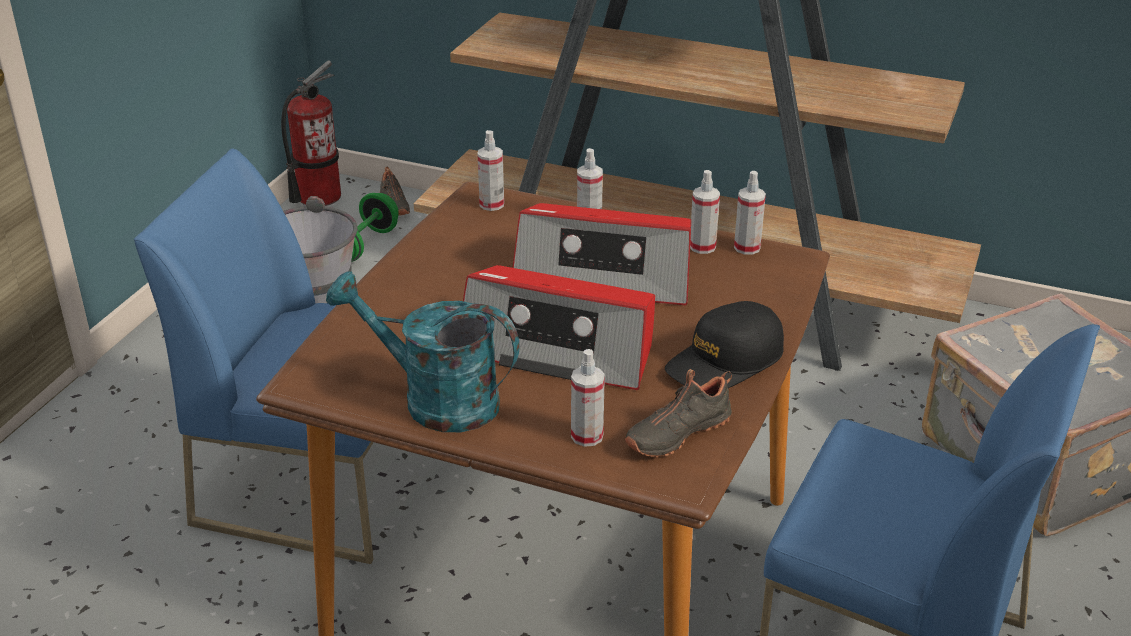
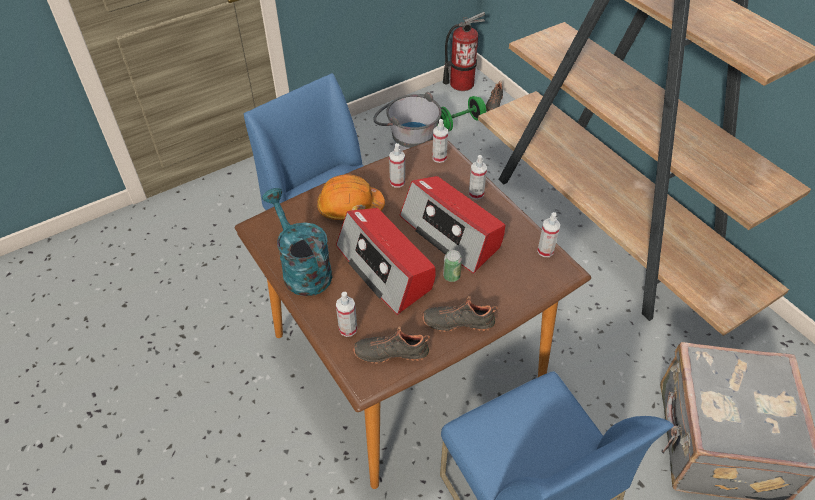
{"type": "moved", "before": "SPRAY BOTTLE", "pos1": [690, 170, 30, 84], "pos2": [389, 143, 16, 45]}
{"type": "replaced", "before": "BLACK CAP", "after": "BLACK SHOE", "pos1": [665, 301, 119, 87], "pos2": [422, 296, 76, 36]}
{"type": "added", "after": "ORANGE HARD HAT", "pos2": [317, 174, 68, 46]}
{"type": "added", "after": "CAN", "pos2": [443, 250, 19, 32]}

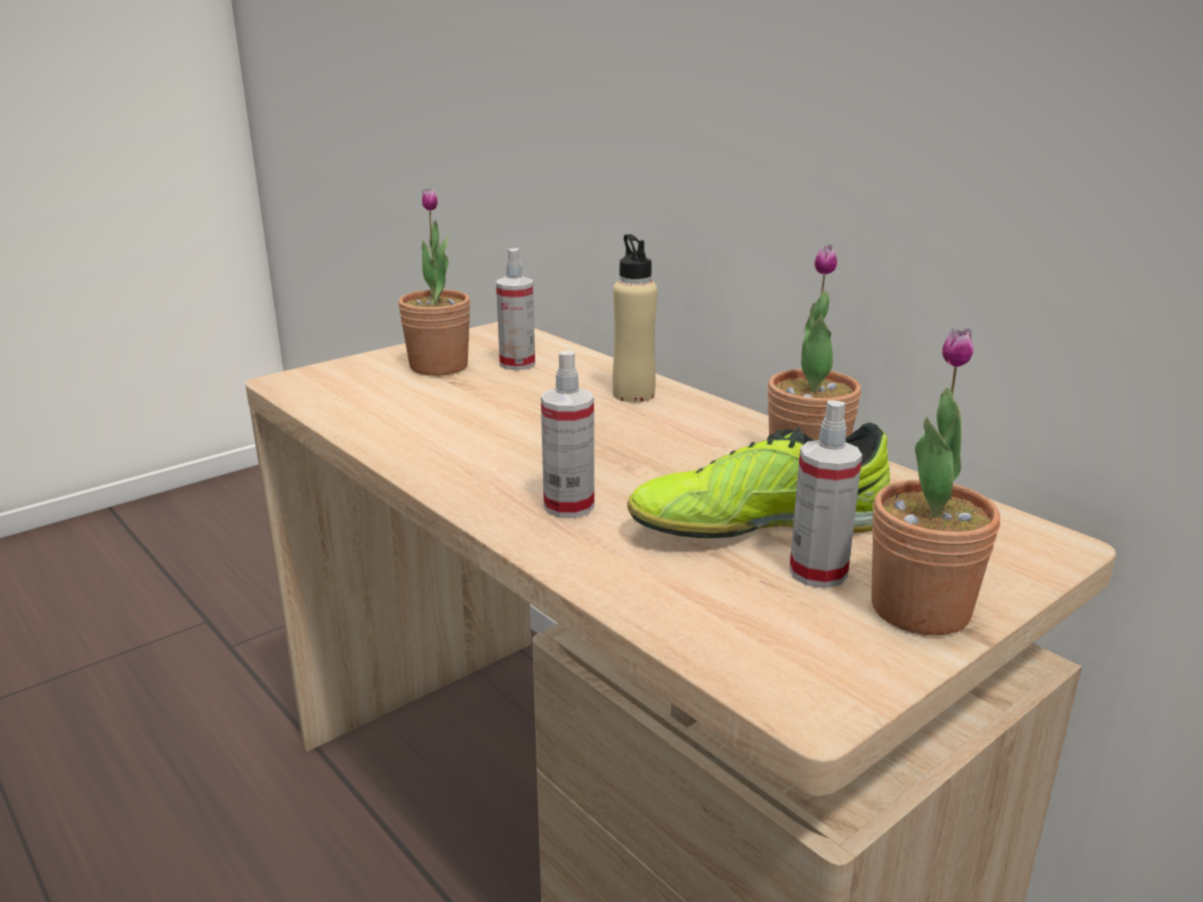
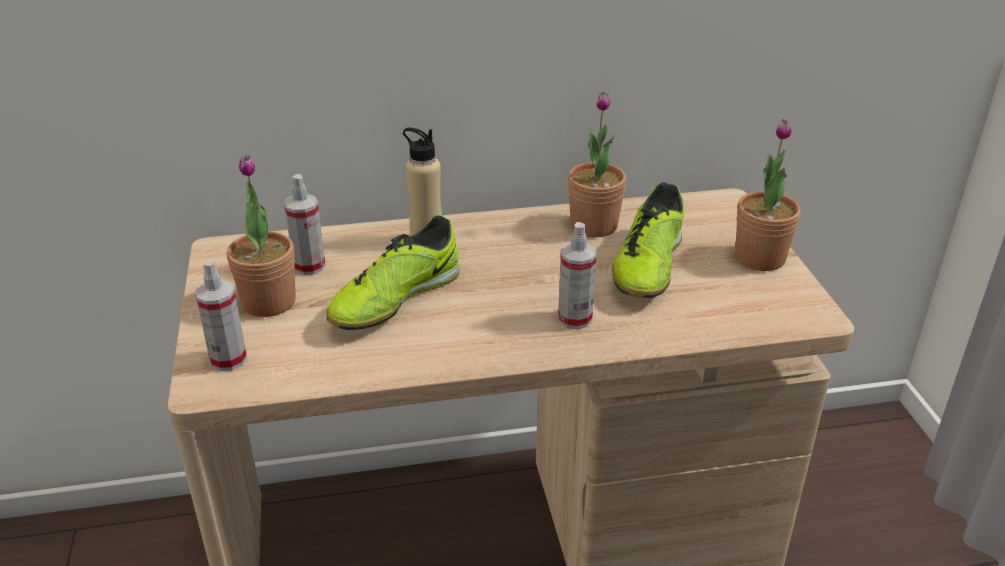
{"type": "moved", "before": "SPRAY BOTTLE", "pos1": [789, 400, 73, 188], "pos2": [195, 260, 52, 111]}
{"type": "added", "after": "SHOE", "pos2": [326, 215, 134, 115]}

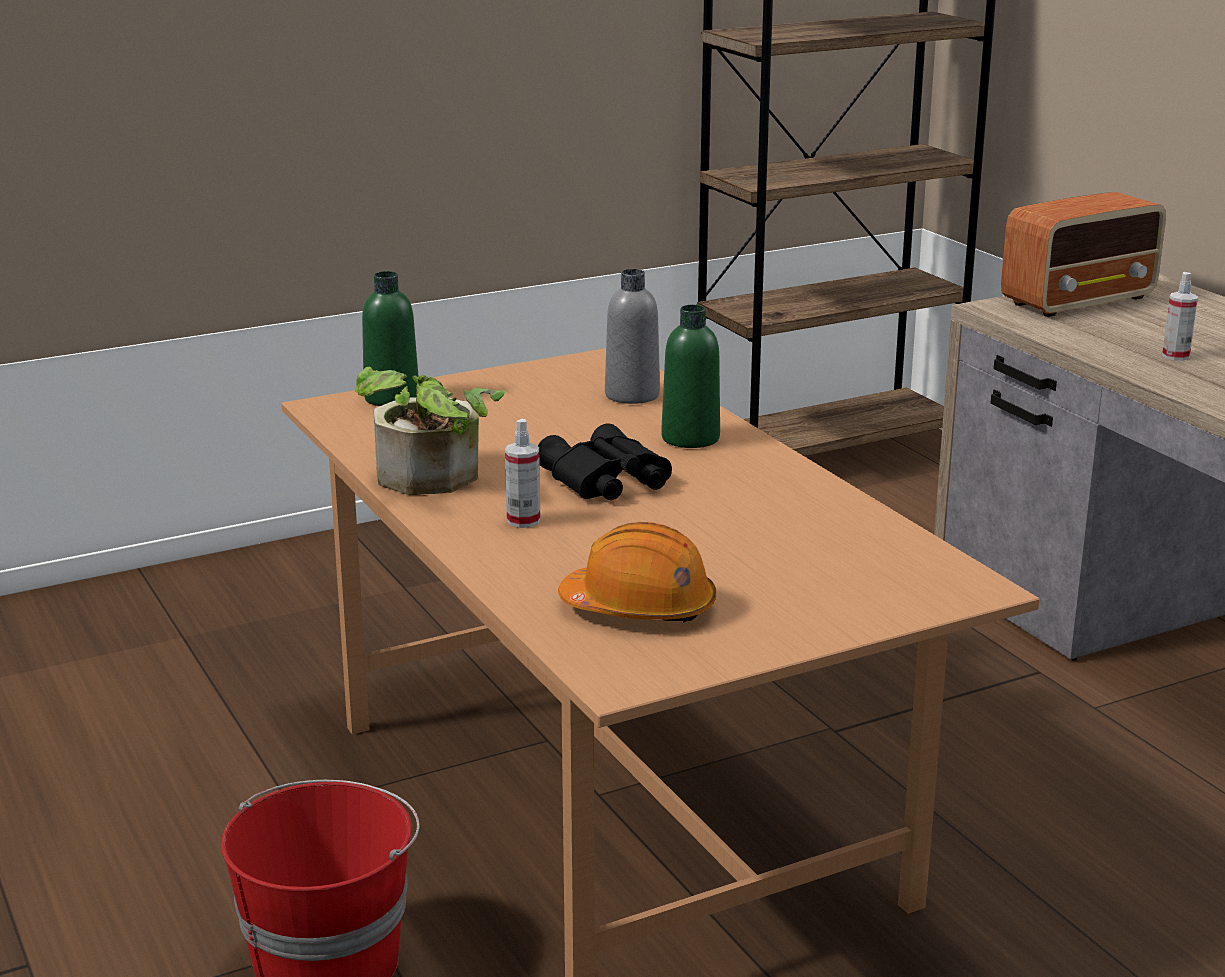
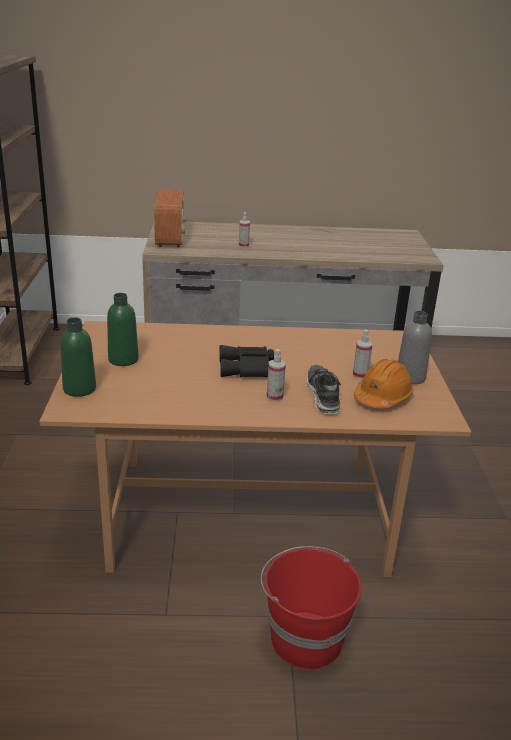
{"type": "moved", "before": "GREY BOTTLE", "pos1": [605, 269, 55, 135], "pos2": [398, 311, 34, 73]}
{"type": "moved", "before": "GREEN BOTTLE", "pos1": [661, 305, 59, 143], "pos2": [107, 293, 32, 73]}
{"type": "removed", "before": "POTTED PLANT", "pos1": [355, 366, 151, 129]}
{"type": "added", "after": "SPRAY BOTTLE", "pos2": [353, 330, 20, 49]}
{"type": "added", "after": "SHOE", "pos2": [307, 365, 34, 49]}

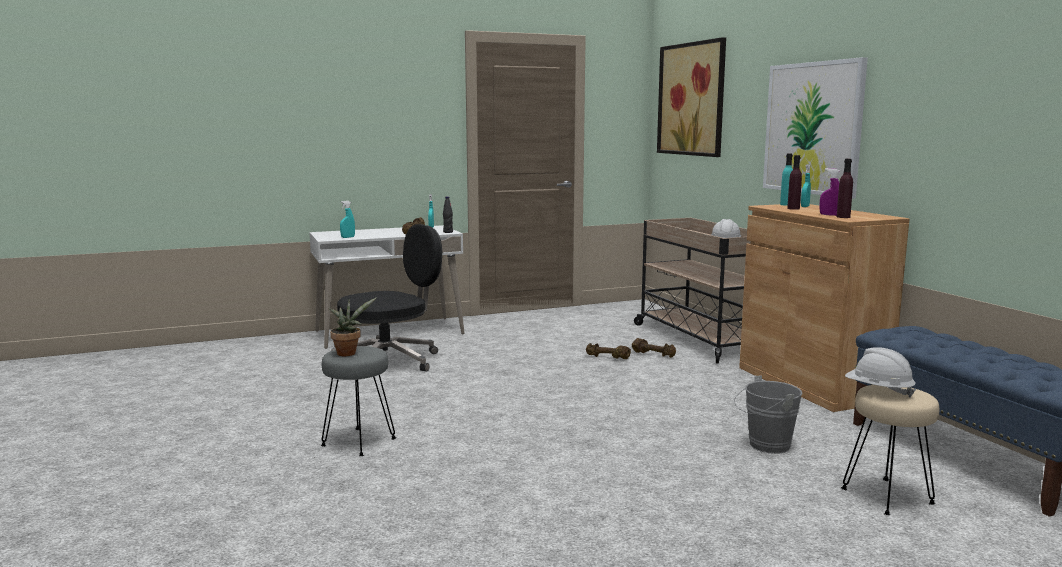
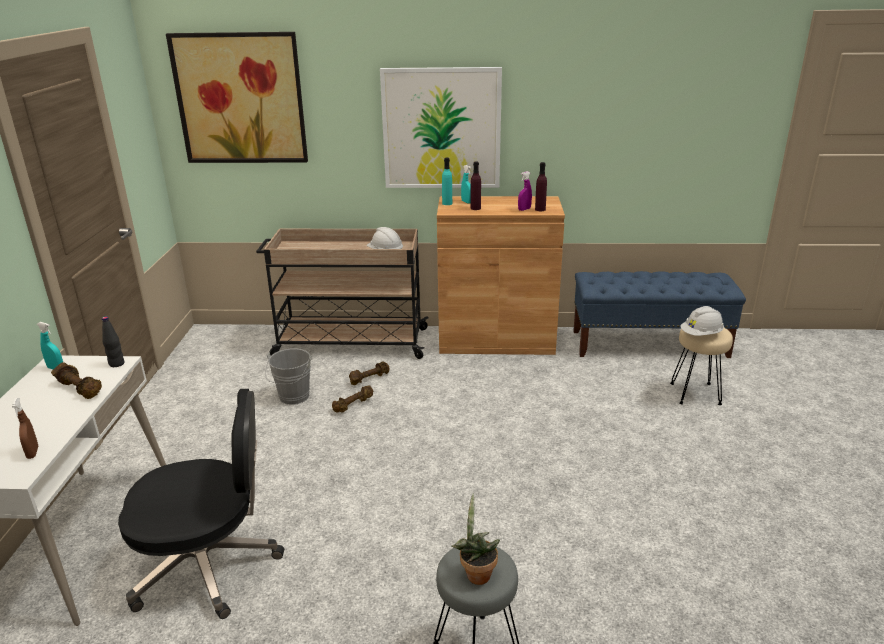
{"type": "recoloured", "before": "TURQUOISE SPRAY BOTTLE", "after": "BROWN SPRAY BOTTLE", "pos1": [340, 201, 15, 37], "pos2": [12, 398, 26, 61]}
{"type": "turned", "before": "BLACK OFFICE CHAIR", "pos1": [331, 224, 111, 148], "pos2": [118, 389, 166, 230], "turn": 90}
{"type": "moved", "before": "GREY BUCKET", "pos1": [734, 375, 69, 79], "pos2": [265, 348, 47, 57]}

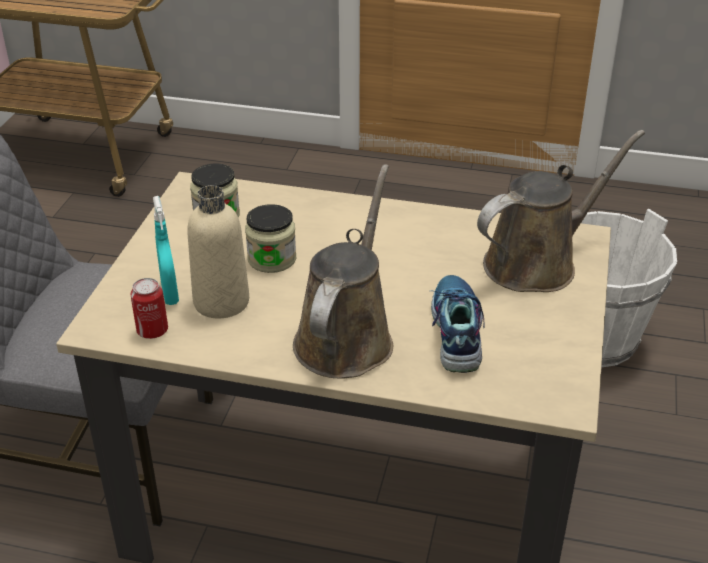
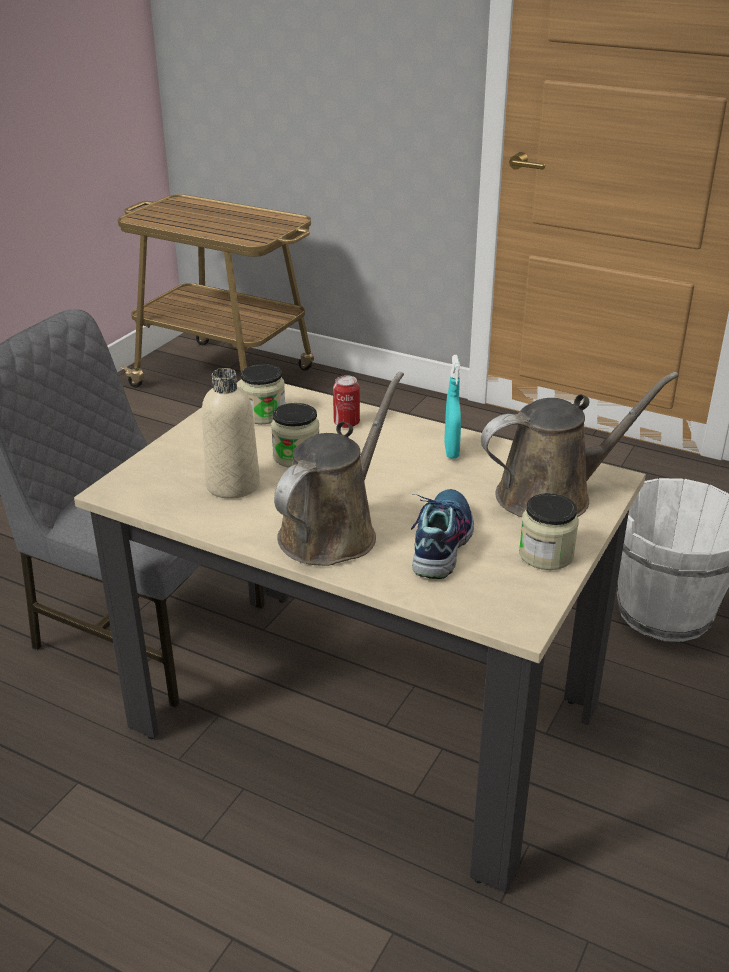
{"type": "moved", "before": "TURQUOISE SPRAY BOTTLE", "pos1": [153, 196, 26, 109], "pos2": [444, 355, 17, 104]}
{"type": "moved", "before": "CAN", "pos1": [130, 278, 38, 61], "pos2": [333, 375, 27, 53]}
{"type": "added", "after": "JAR", "pos2": [519, 493, 59, 77]}

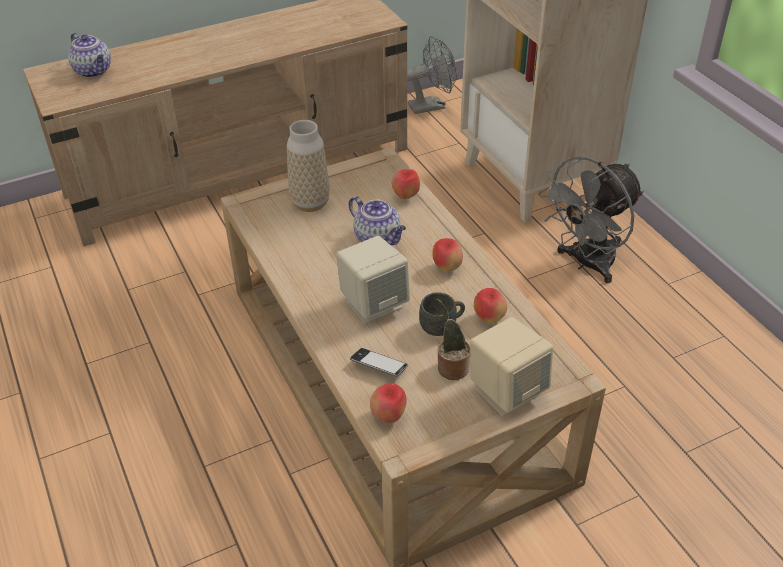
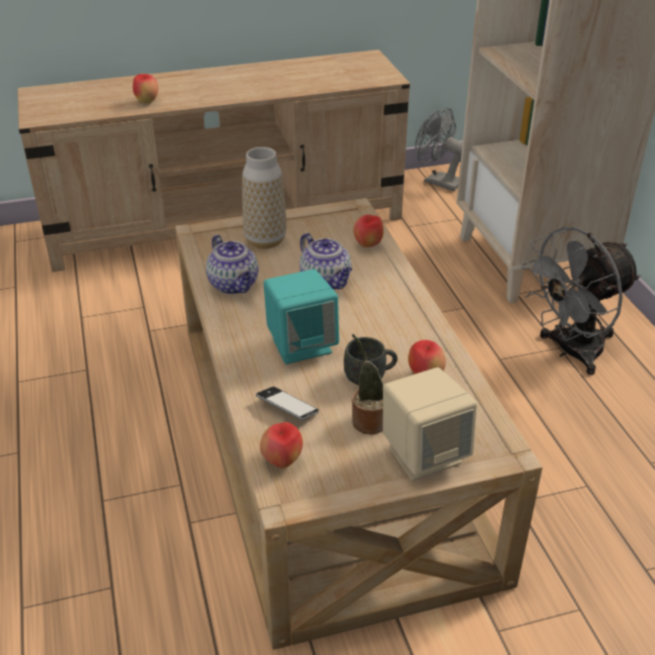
{"type": "moved", "before": "TEAPOT", "pos1": [68, 33, 43, 45], "pos2": [206, 235, 53, 59]}
{"type": "turned", "before": "GREY FAN", "pos1": [407, 36, 50, 78], "pos2": [415, 108, 47, 83], "turn": -135}
{"type": "recoloured", "before": "BEIGE SPEAKER", "after": "TURQUOISE SPEAKER", "pos1": [336, 236, 74, 88], "pos2": [264, 269, 75, 95]}
{"type": "moved", "before": "APPLE", "pos1": [432, 238, 31, 34], "pos2": [133, 74, 25, 29]}

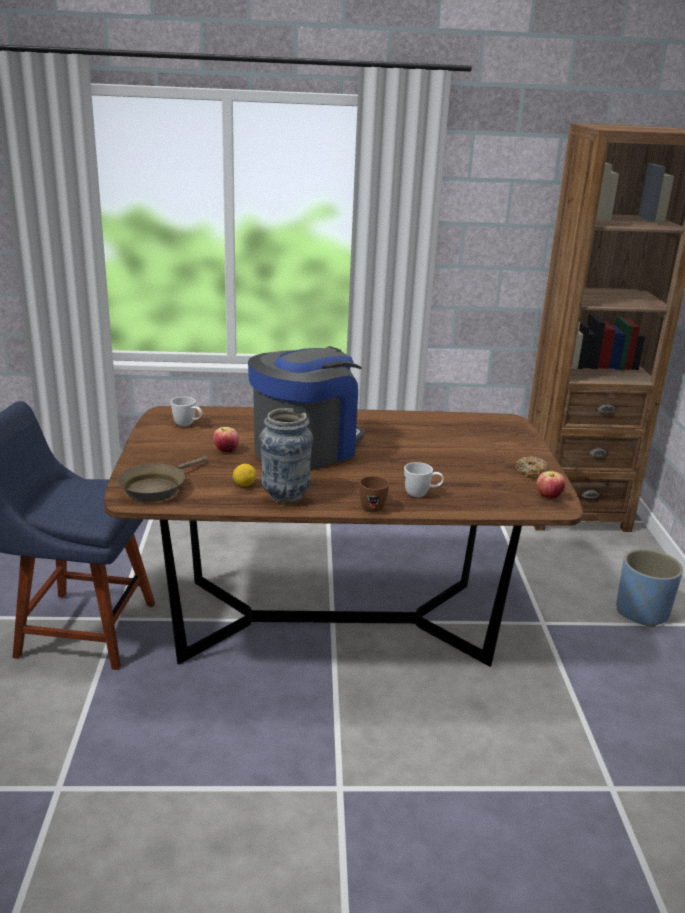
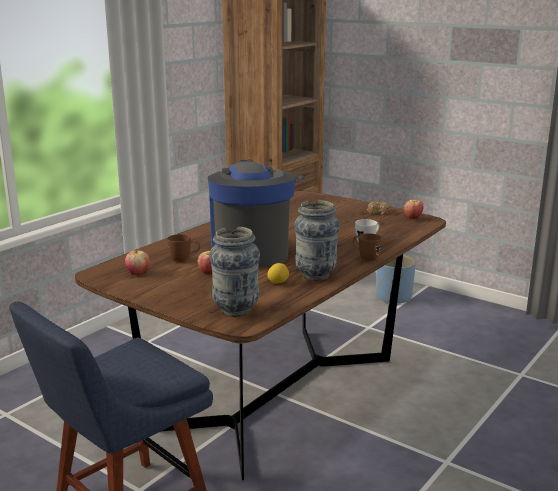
{"type": "replaced", "before": "WHITE MUG", "after": "APPLE", "pos1": [171, 397, 31, 29], "pos2": [125, 248, 25, 27]}
{"type": "replaced", "before": "BROWN FRYING PAN", "after": "VASE", "pos1": [117, 456, 91, 46], "pos2": [209, 227, 51, 90]}
{"type": "added", "after": "BROWN MUG", "pos2": [167, 234, 33, 28]}

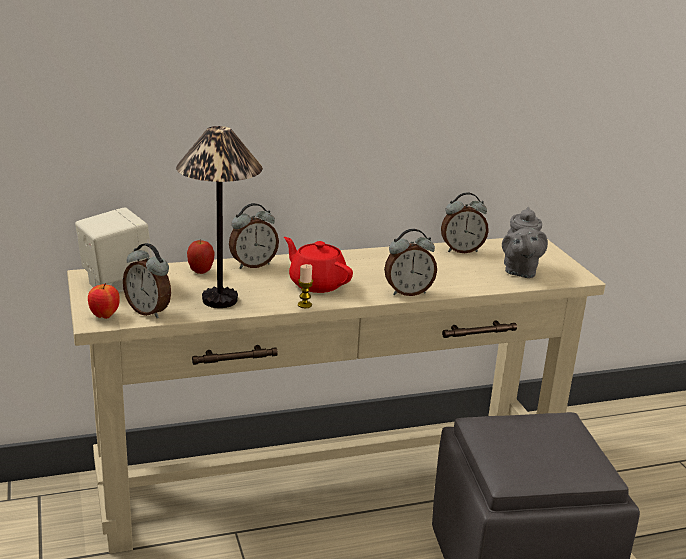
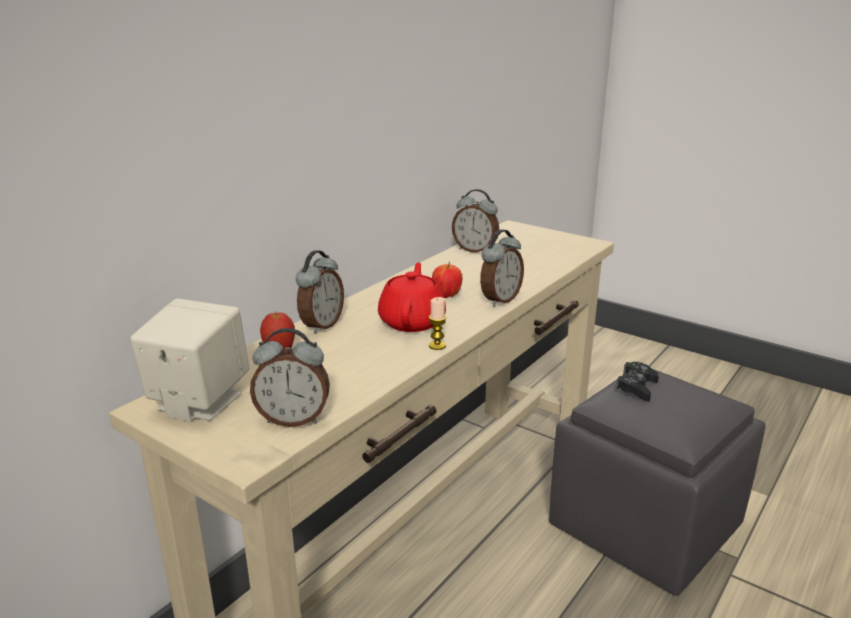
{"type": "removed", "before": "TABLE LAMP", "pos1": [176, 126, 87, 182]}
{"type": "turned", "before": "ALARM CLOCK", "pos1": [441, 192, 48, 61], "pos2": [452, 189, 47, 63], "turn": 75}
{"type": "removed", "before": "GREY TEAPOT", "pos1": [502, 207, 46, 71]}
{"type": "turned", "before": "RED TEAPOT", "pos1": [284, 237, 69, 56], "pos2": [378, 262, 68, 70], "turn": 90}
{"type": "moved", "before": "APPLE", "pos1": [88, 283, 32, 36], "pos2": [432, 262, 30, 36]}
{"type": "added", "after": "BLACK GAME CONTROLLER", "pos2": [616, 362, 43, 40]}

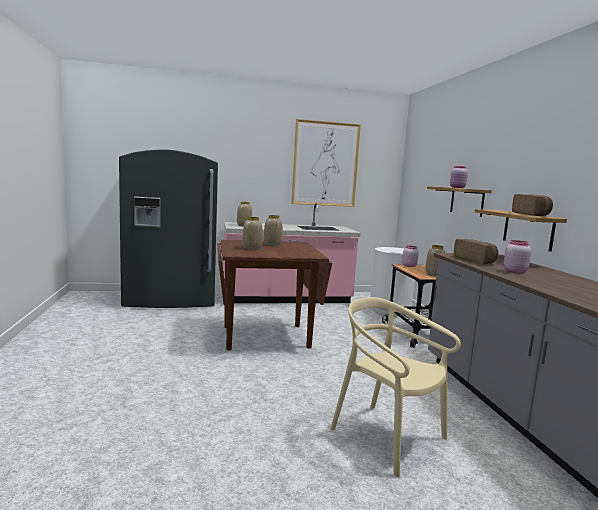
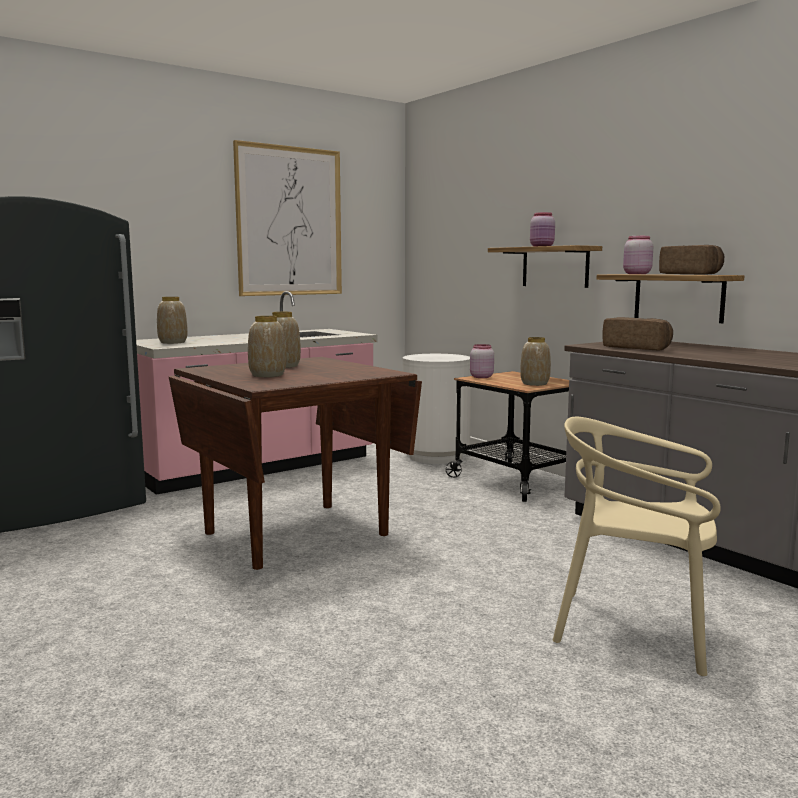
{"type": "moved", "before": "PINK JAR", "pos1": [503, 240, 28, 34], "pos2": [623, 236, 30, 38]}

